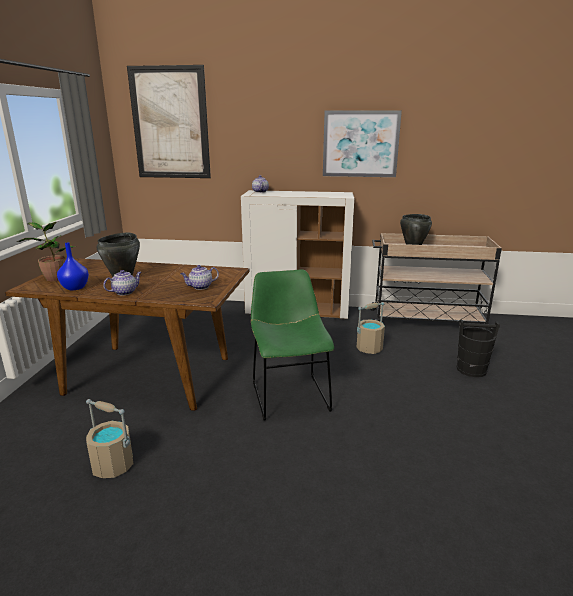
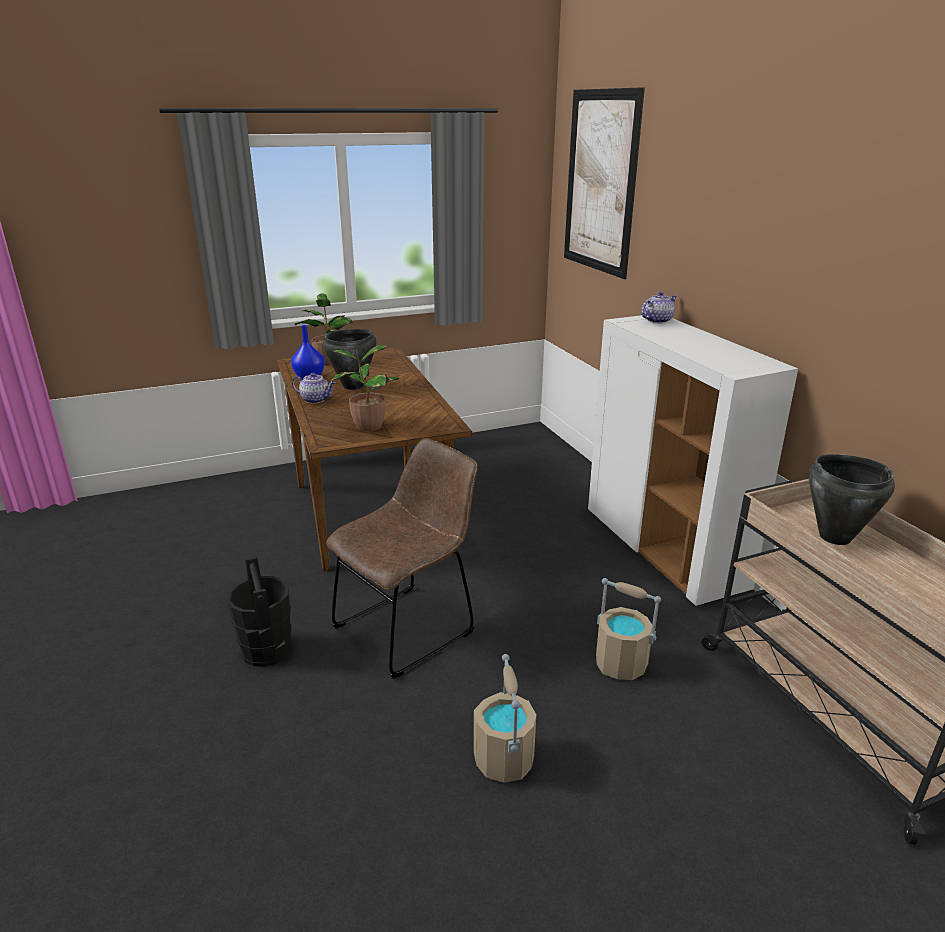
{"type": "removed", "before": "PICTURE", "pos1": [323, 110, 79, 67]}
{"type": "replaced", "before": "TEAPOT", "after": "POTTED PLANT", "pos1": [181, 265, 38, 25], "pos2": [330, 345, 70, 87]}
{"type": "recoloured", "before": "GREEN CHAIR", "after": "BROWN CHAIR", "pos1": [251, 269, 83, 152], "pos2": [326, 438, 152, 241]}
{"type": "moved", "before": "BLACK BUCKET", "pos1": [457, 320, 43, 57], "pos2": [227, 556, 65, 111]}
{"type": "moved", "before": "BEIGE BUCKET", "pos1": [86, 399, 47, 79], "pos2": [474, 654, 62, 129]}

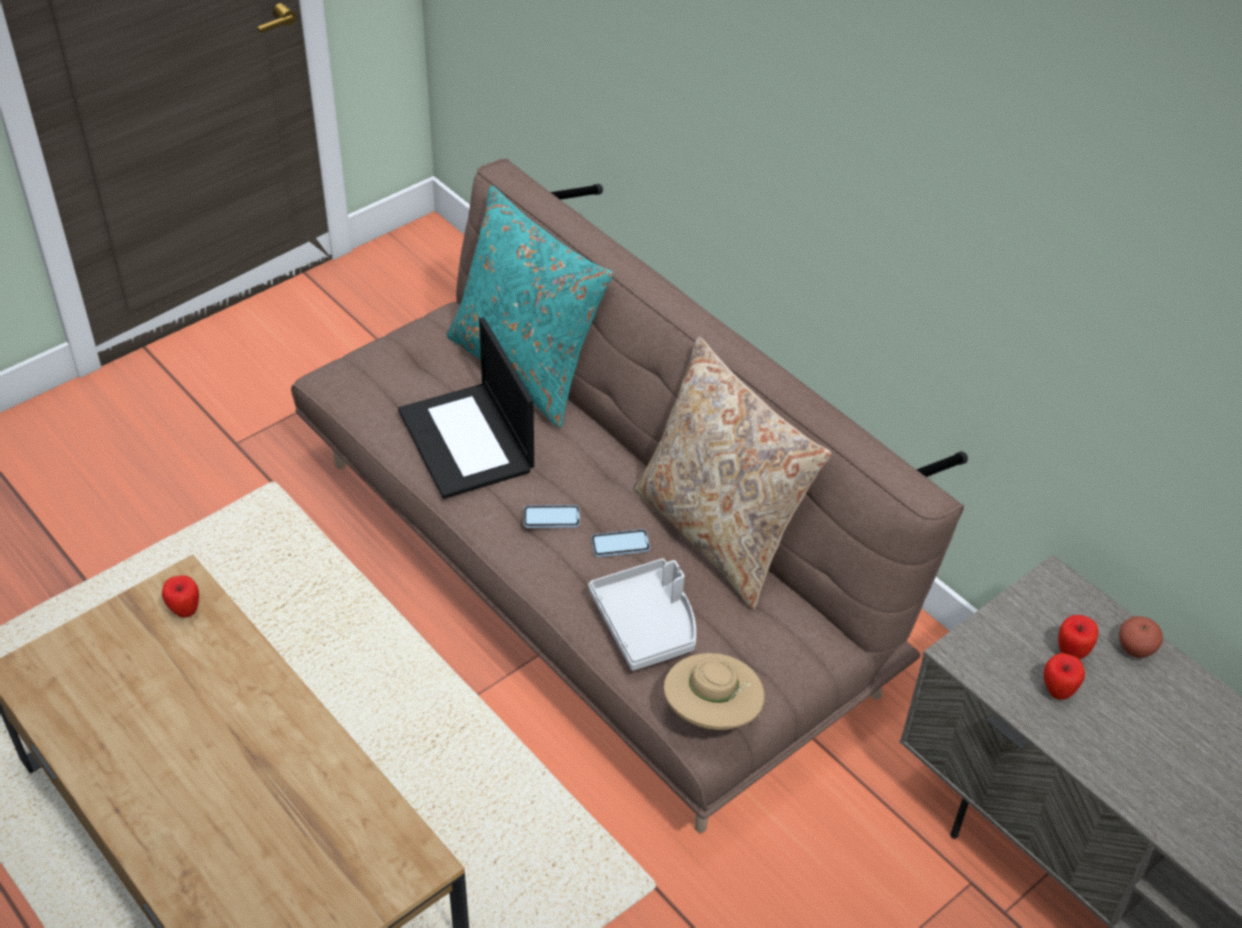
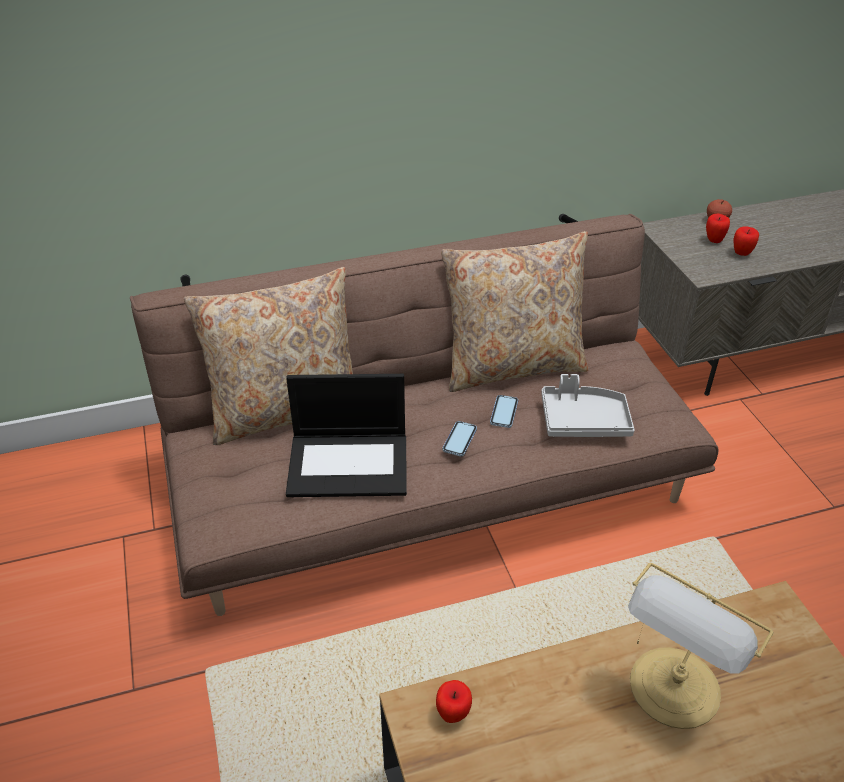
{"type": "recoloured", "before": "TURQUOISE PILLOW", "after": "BEIGE PILLOW", "pos1": [447, 186, 167, 242], "pos2": [184, 267, 169, 178]}
{"type": "removed", "before": "BEIGE HAT", "pos1": [664, 653, 101, 77]}
{"type": "added", "after": "TABLE LAMP", "pos2": [628, 563, 145, 166]}

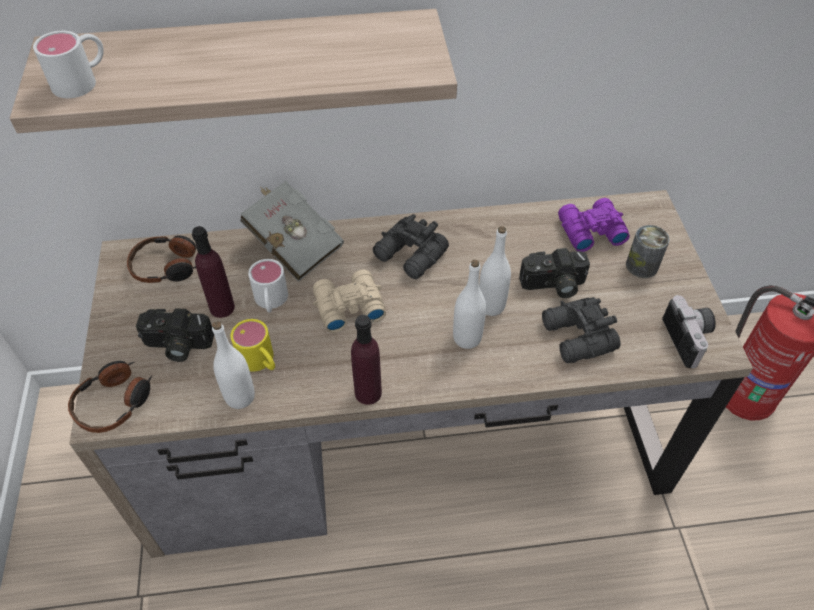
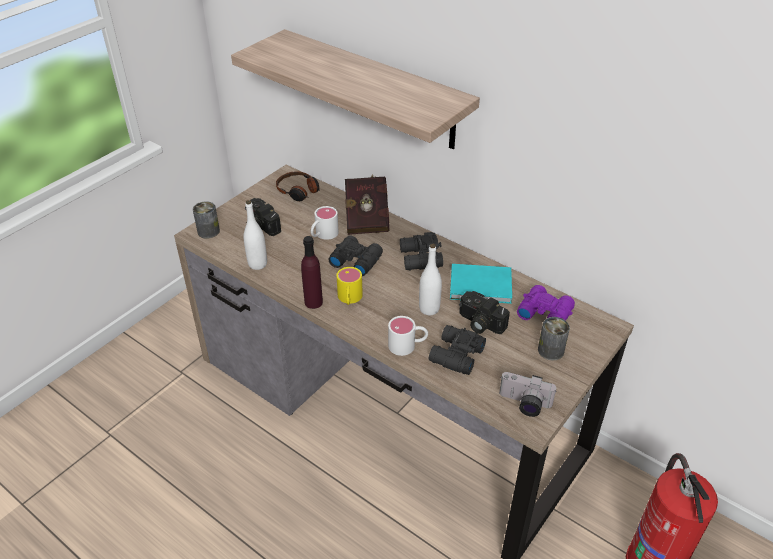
{"type": "moved", "before": "WHITE MUG", "pos1": [33, 31, 71, 67], "pos2": [388, 316, 40, 40]}
{"type": "recoloured", "before": "GREY BOOK", "after": "RED BOOK", "pos1": [240, 181, 104, 101], "pos2": [345, 174, 44, 61]}
{"type": "removed", "before": "PURPLE BOTTLE", "pos1": [192, 226, 43, 92]}
{"type": "removed", "before": "WHITE BOTTLE", "pos1": [453, 260, 33, 89]}
{"type": "recoloured", "before": "BEIGE BINOCULARS", "after": "BLACK BINOCULARS", "pos1": [313, 269, 73, 64], "pos2": [328, 236, 55, 40]}
{"type": "turned", "before": "PHOTO CAMERA", "pos1": [662, 295, 54, 73], "pos2": [499, 372, 58, 45], "turn": 75}
{"type": "moved", "before": "YELLOW MUG", "pos1": [231, 319, 44, 52], "pos2": [336, 267, 27, 38]}
{"type": "replaced", "before": "HEADPHONES", "after": "CAN", "pos1": [68, 361, 84, 72], "pos2": [193, 201, 27, 38]}
{"type": "added", "after": "TURQUOISE BOOK", "pos2": [450, 264, 62, 40]}

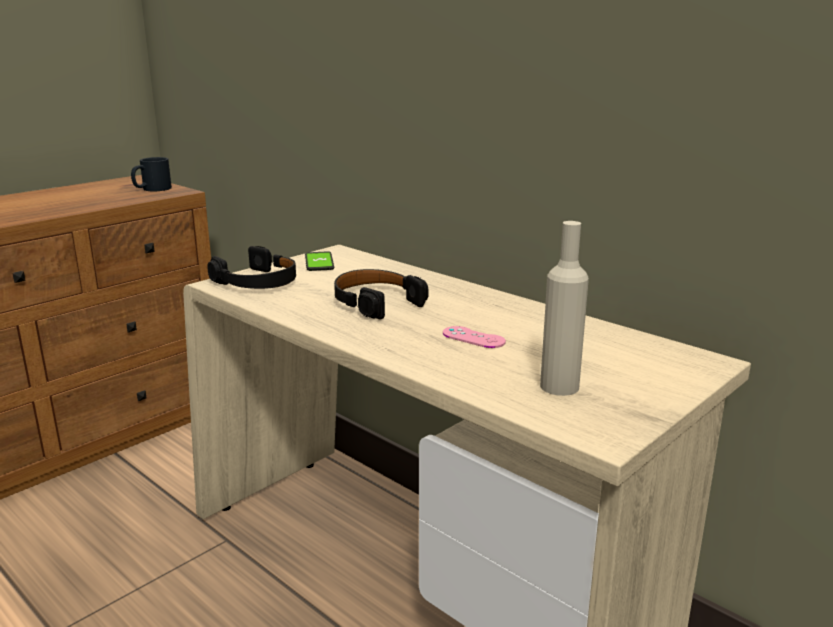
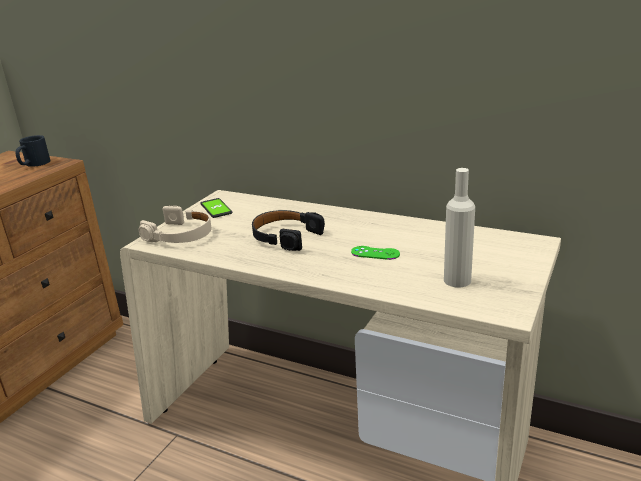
{"type": "recoloured", "before": "BLACK HEADPHONES", "after": "BEIGE HEADPHONES", "pos1": [207, 246, 89, 43], "pos2": [139, 205, 72, 38]}
{"type": "recoloured", "before": "PINK GAME CONTROLLER", "after": "GREEN GAME CONTROLLER", "pos1": [443, 326, 63, 22], "pos2": [351, 246, 49, 14]}

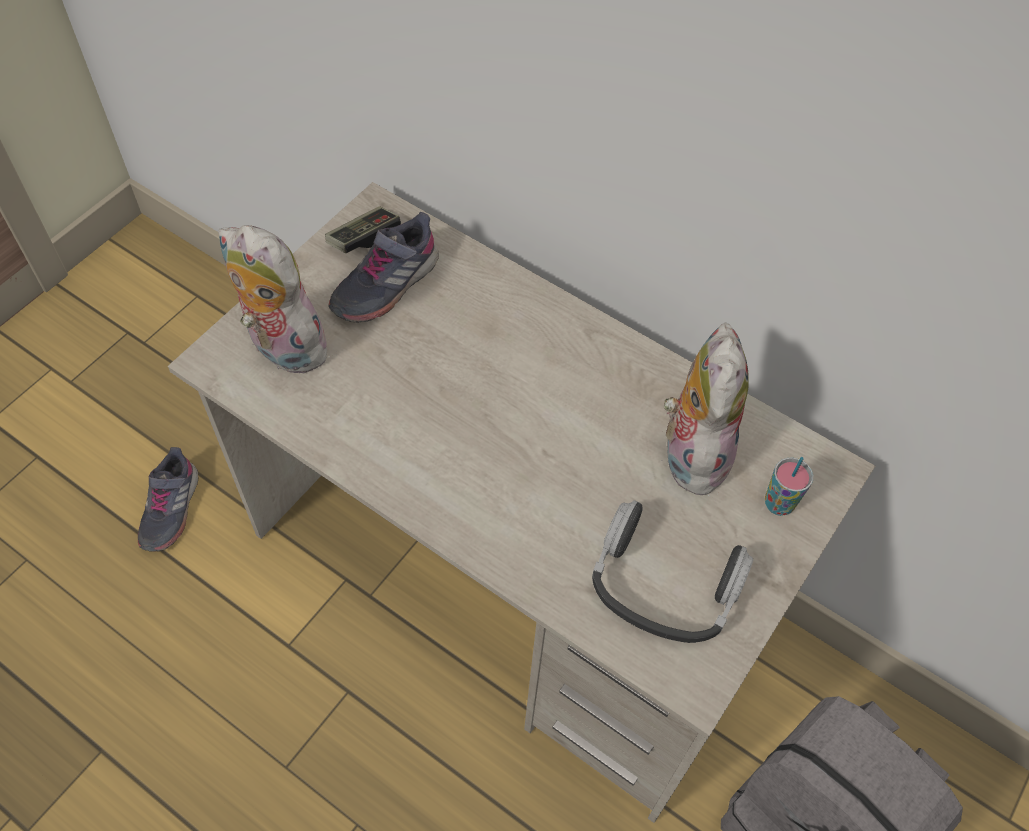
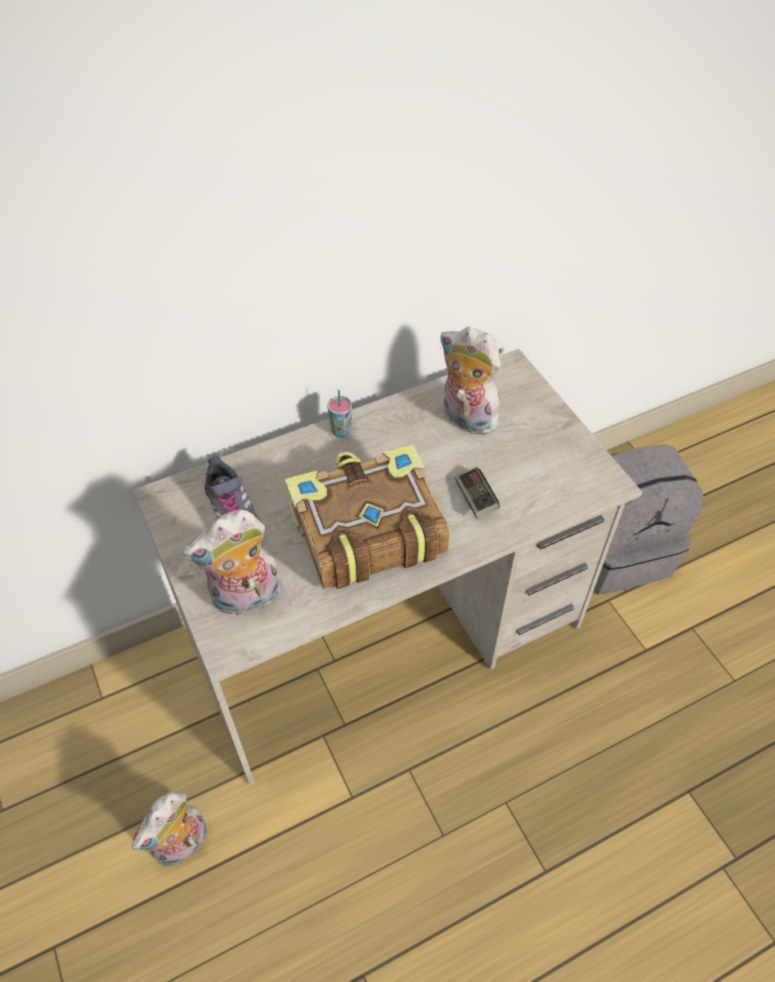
{"type": "moved", "before": "GAME CONTROLLER", "pos1": [325, 207, 76, 46], "pos2": [455, 467, 45, 51]}
{"type": "replaced", "before": "GREY SHOE", "after": "PLUSH TOY", "pos1": [138, 447, 61, 105], "pos2": [132, 792, 75, 75]}
{"type": "moved", "before": "CUP", "pos1": [765, 457, 48, 59], "pos2": [327, 390, 25, 48]}
{"type": "removed", "before": "HEADPHONES", "pos1": [592, 500, 161, 143]}
{"type": "added", "after": "BOOK", "pos2": [285, 444, 165, 145]}

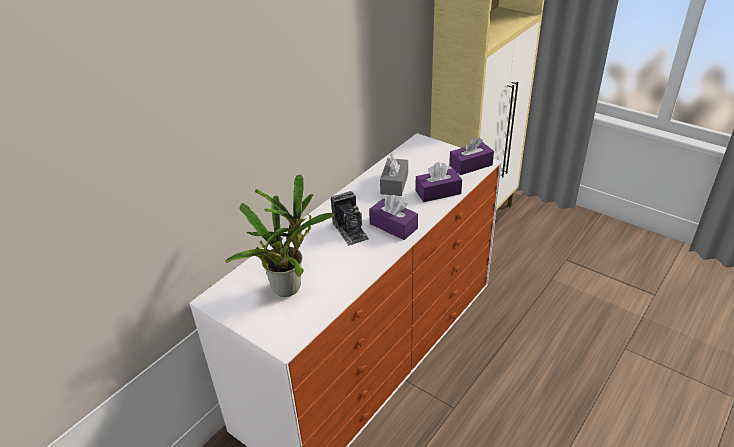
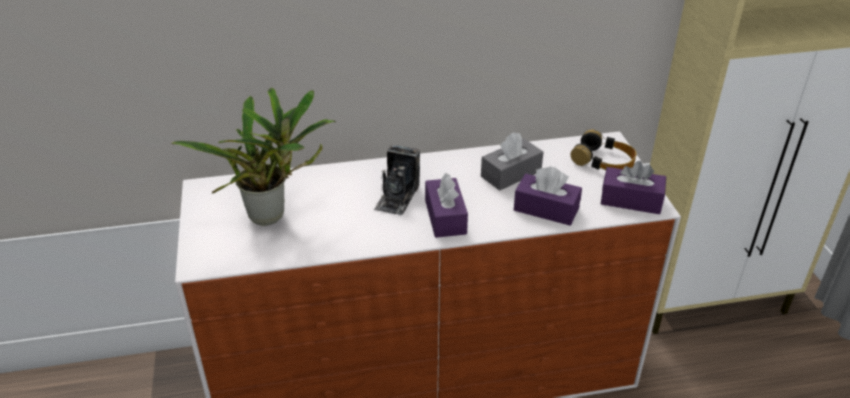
{"type": "added", "after": "HEADPHONES", "pos2": [570, 129, 67, 41]}

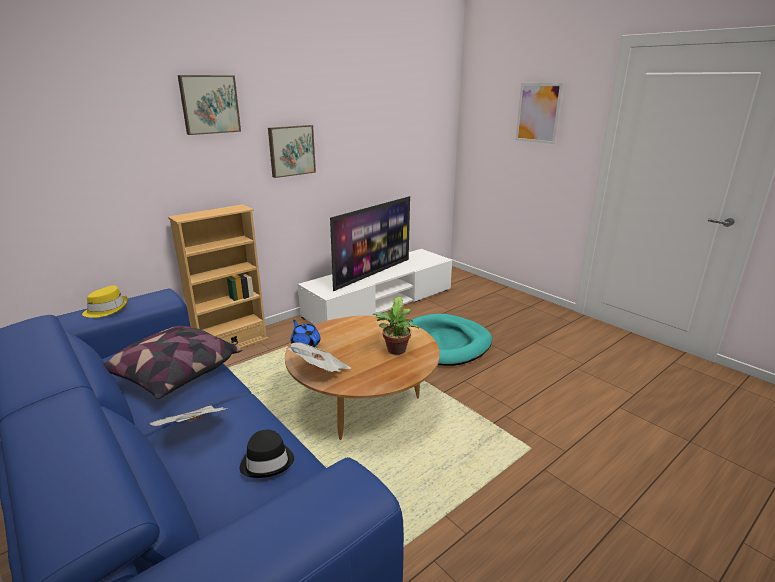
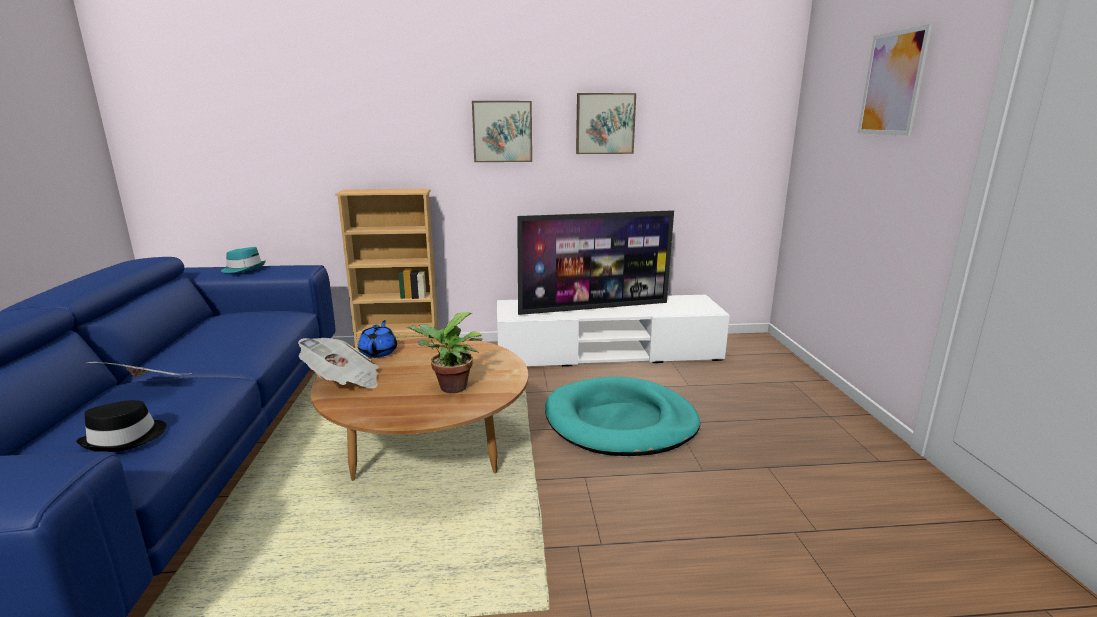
{"type": "moved", "before": "PICTURE", "pos1": [178, 75, 63, 60], "pos2": [576, 93, 60, 61]}
{"type": "recoloured", "before": "YELLOW HAT", "after": "TURQUOISE HAT", "pos1": [82, 286, 46, 32], "pos2": [221, 247, 45, 26]}
{"type": "removed", "before": "PILLOW", "pos1": [103, 325, 139, 74]}

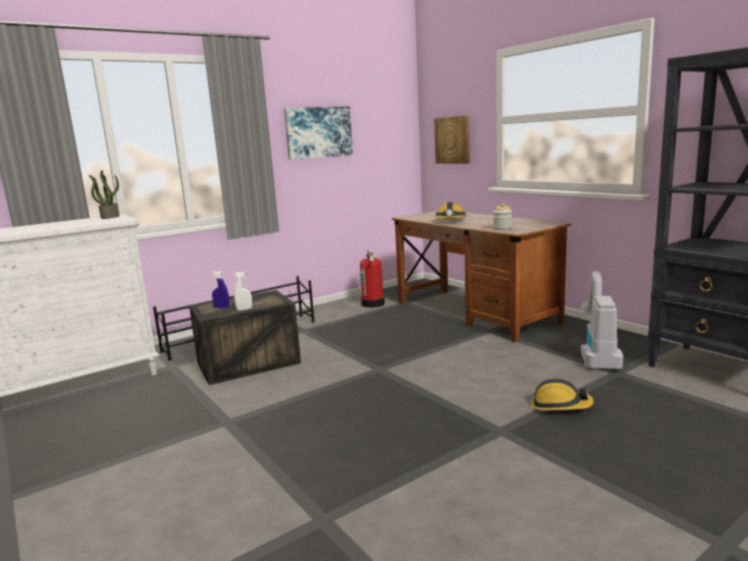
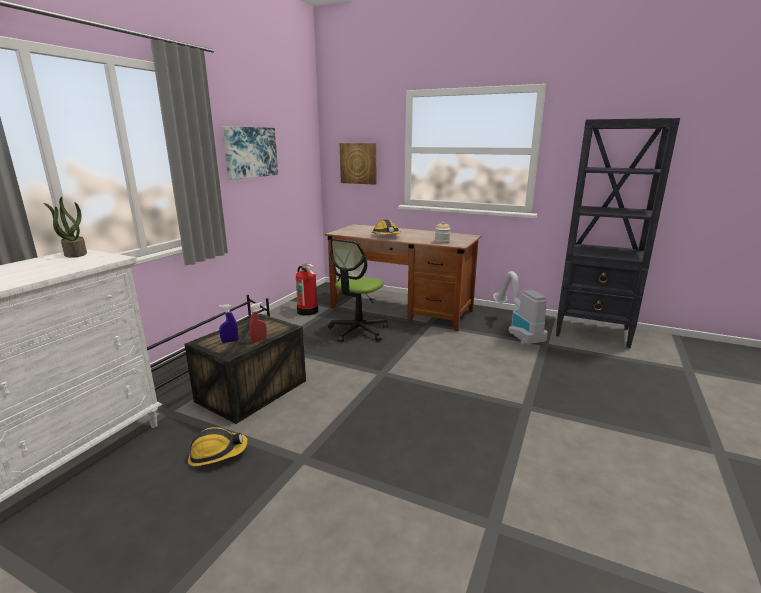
{"type": "recoloured", "before": "WHITE SPRAY BOTTLE", "after": "RED SPRAY BOTTLE", "pos1": [234, 272, 18, 39], "pos2": [249, 302, 18, 41]}
{"type": "moved", "before": "HARD HAT", "pos1": [531, 378, 63, 32], "pos2": [188, 427, 60, 39]}
{"type": "added", "after": "OFFICE CHAIR", "pos2": [328, 239, 60, 103]}

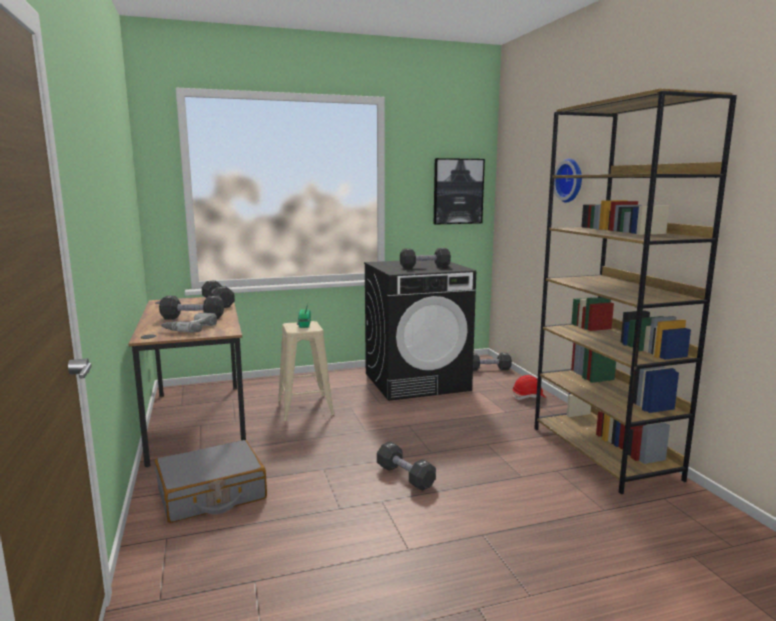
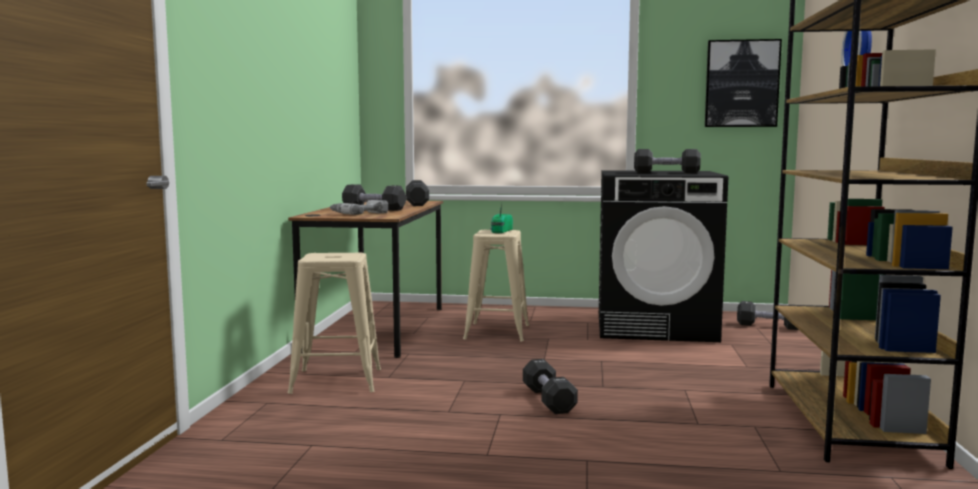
{"type": "removed", "before": "RED HARD HAT", "pos1": [512, 375, 34, 25]}
{"type": "replaced", "before": "GREY SUITCASE", "after": "BEIGE STOOL", "pos1": [155, 440, 112, 83], "pos2": [288, 253, 93, 141]}

